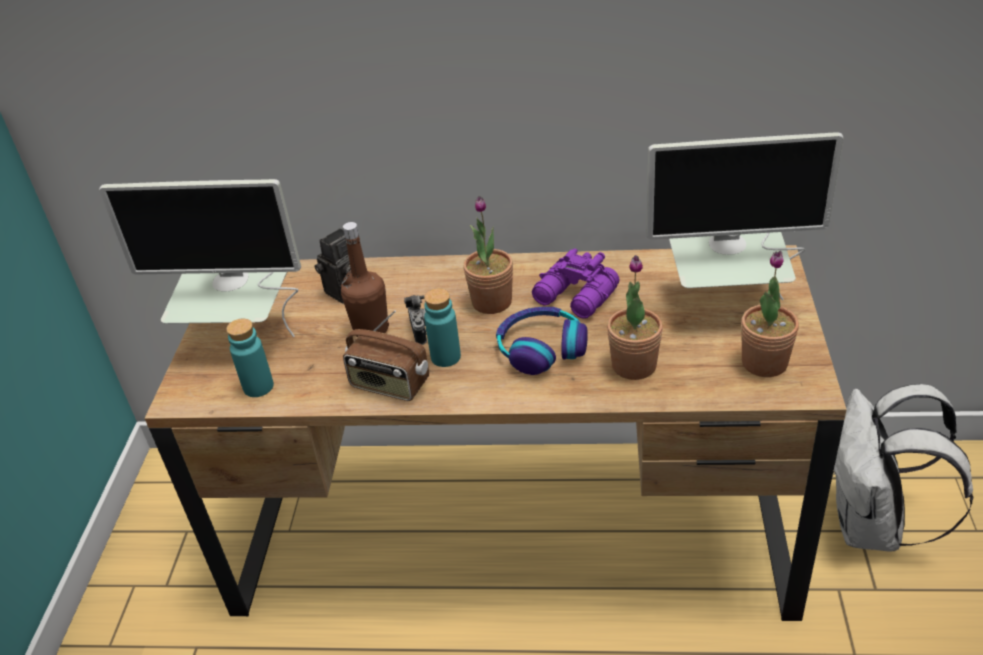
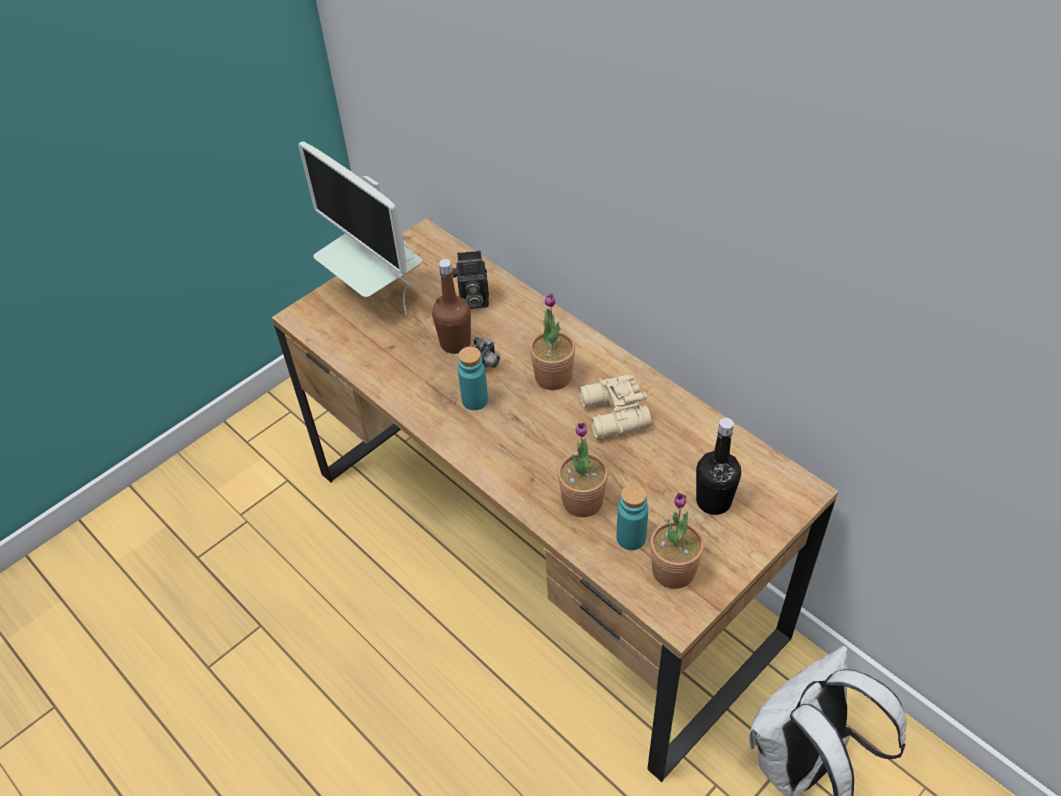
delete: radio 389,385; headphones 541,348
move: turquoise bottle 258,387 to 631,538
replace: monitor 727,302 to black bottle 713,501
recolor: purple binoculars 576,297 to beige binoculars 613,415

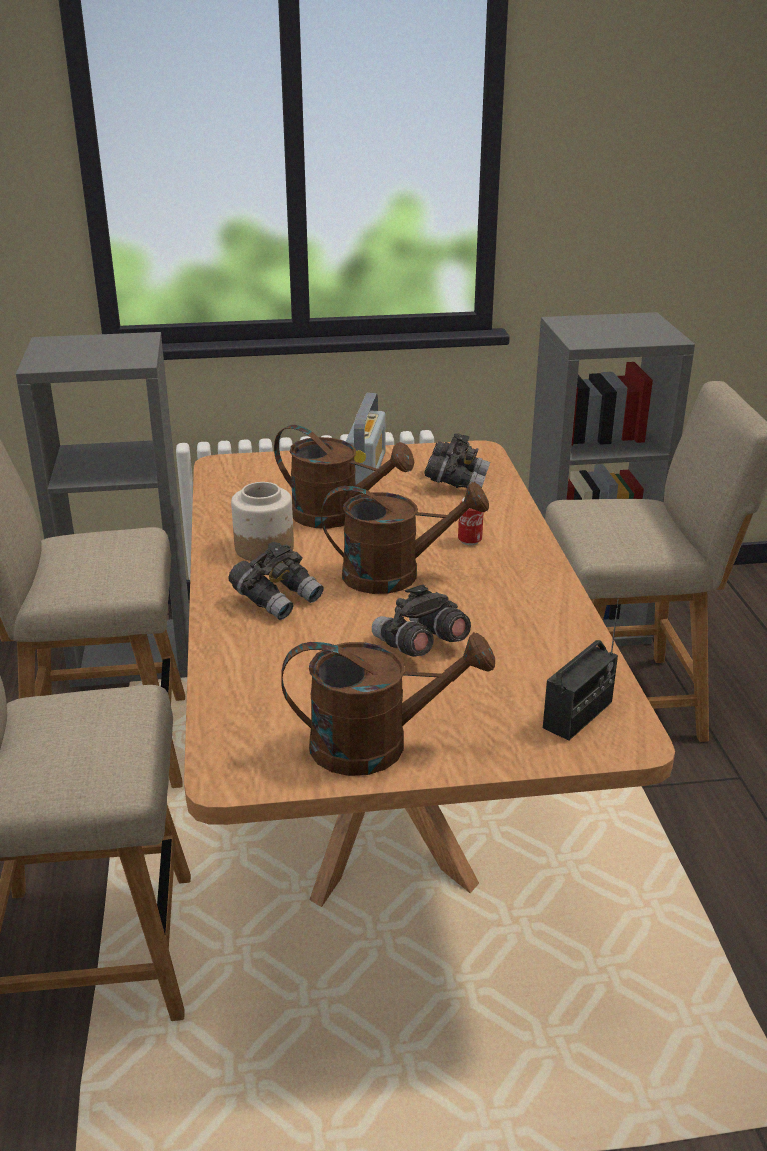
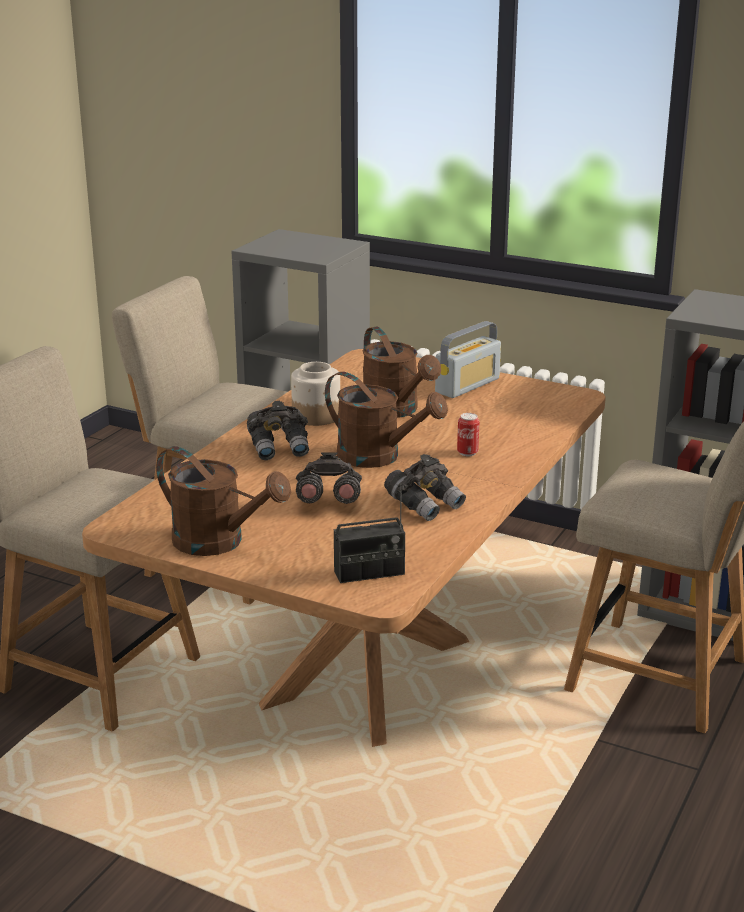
move: grey binoculars 456,482 to 425,505

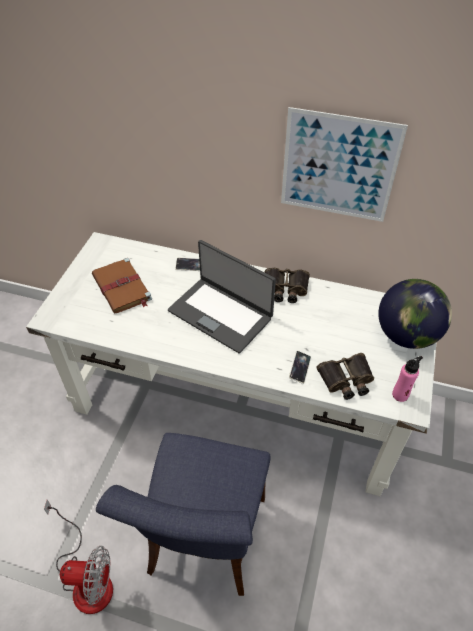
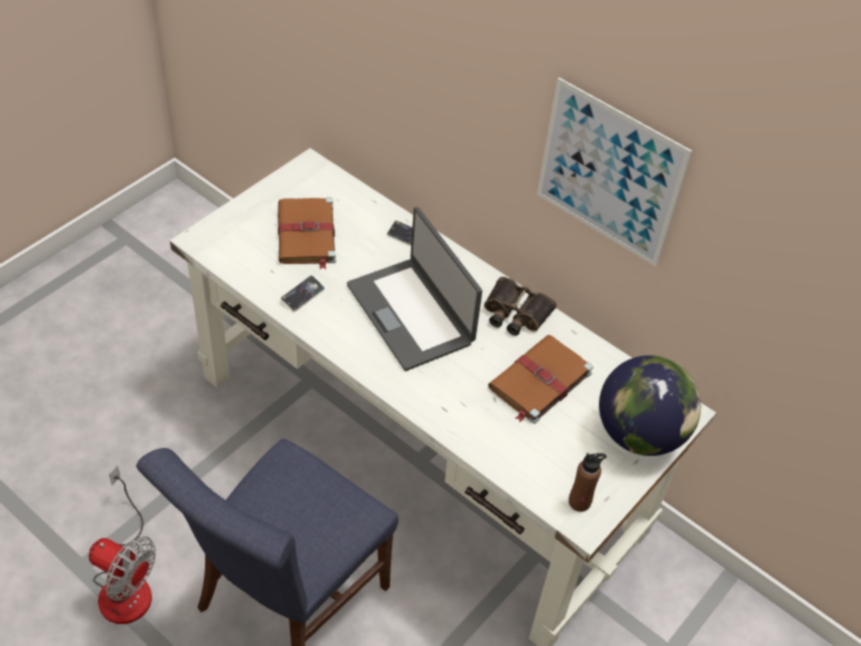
delete: binoculars 346,380
insert: brown book 539,381
move: phone 299,368 to 302,295
recolor: pink bottle 400,395 to brown bottle 579,502

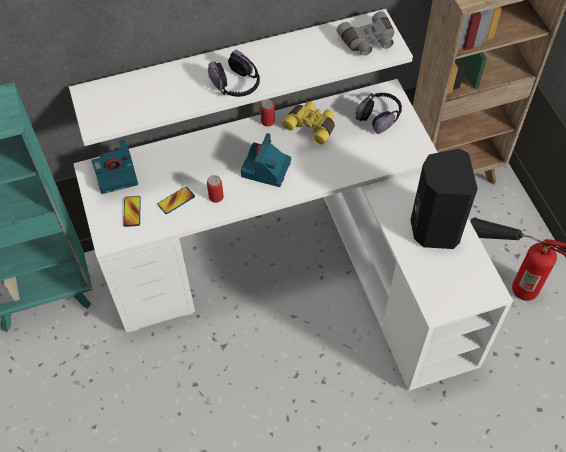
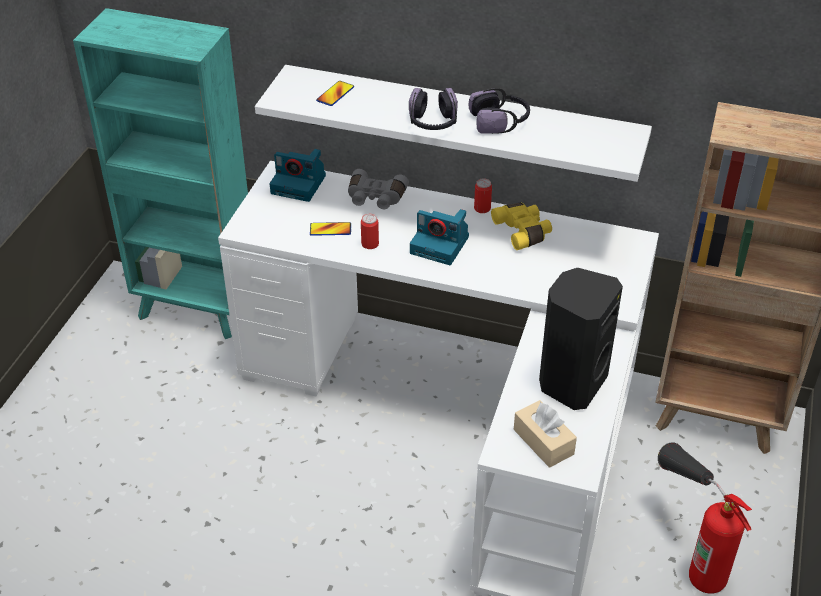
insert: beige tissue box 543,442
move: phone 132,211 to 335,94; grey binoculars 368,42 to 375,198; headphones 380,116 to 500,122
rotate: photo camera 266,169 = 441,245 120 degrees counterclockwise

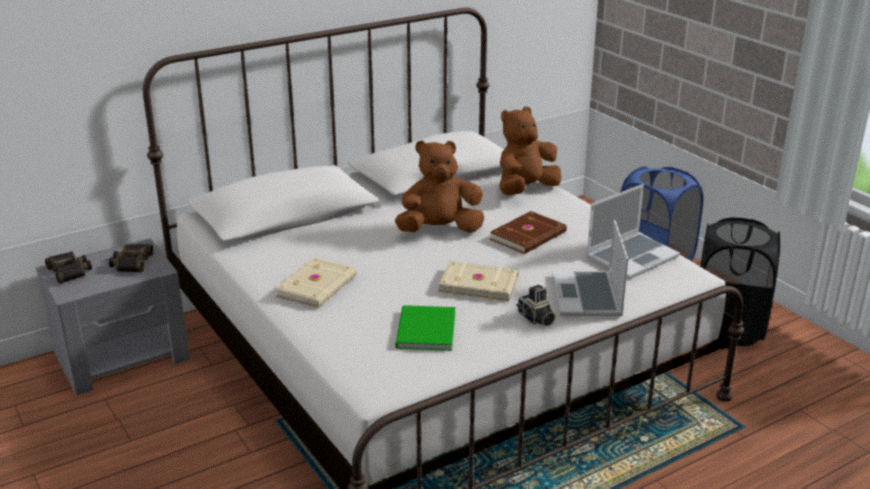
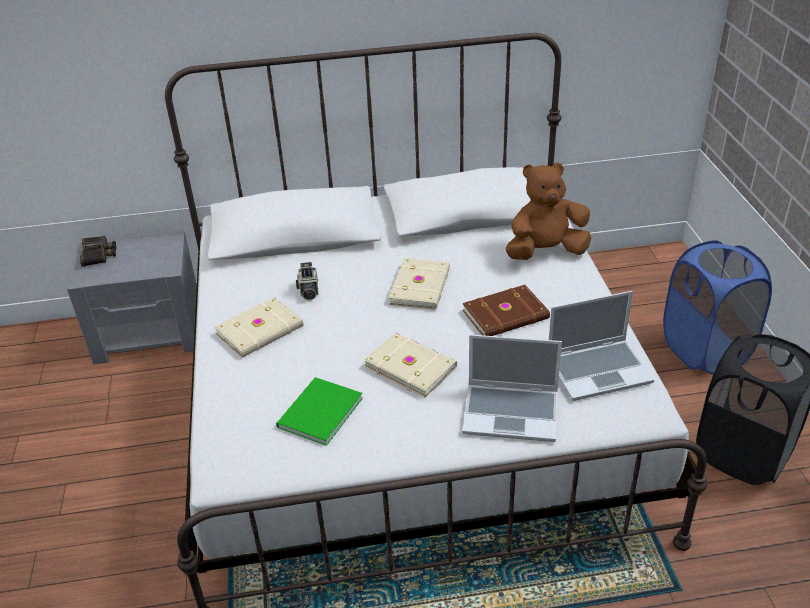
delete: binoculars 131,263
move: photo camera 535,319 to 308,291
replace: brown plush toy 439,230 to beige book 421,286
rotate: laptop 588,296 = 512,413 105 degrees counterclockwise

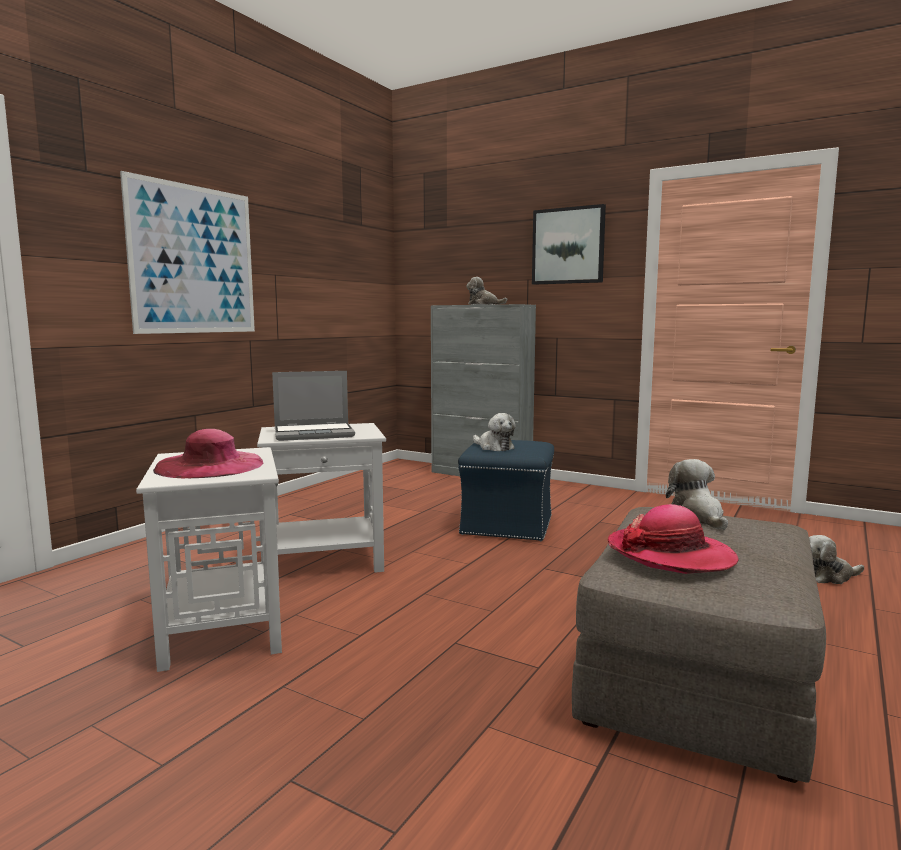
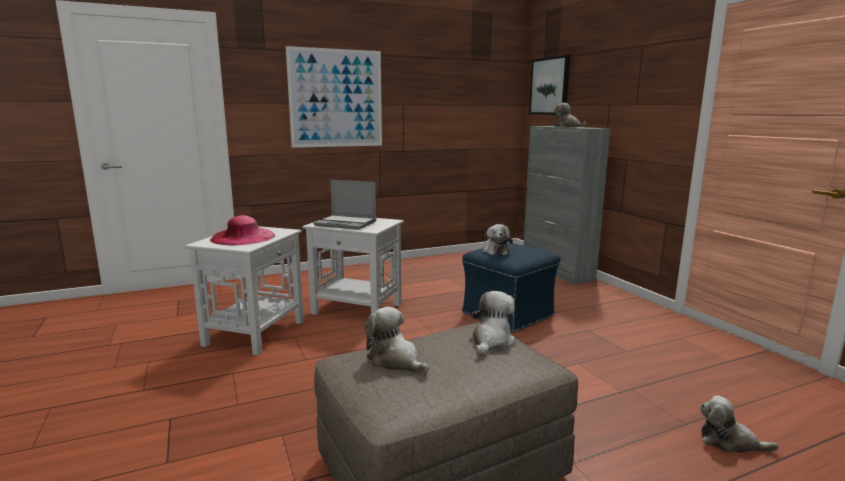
move: picture 568,246 to 550,86
replace: hat 670,554 to plush toy 395,361

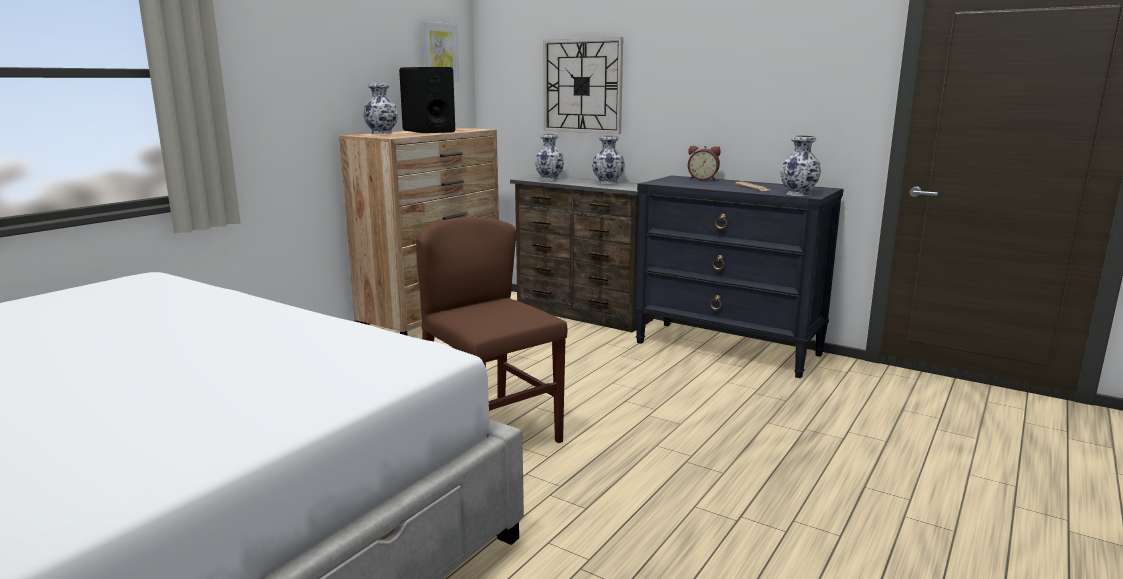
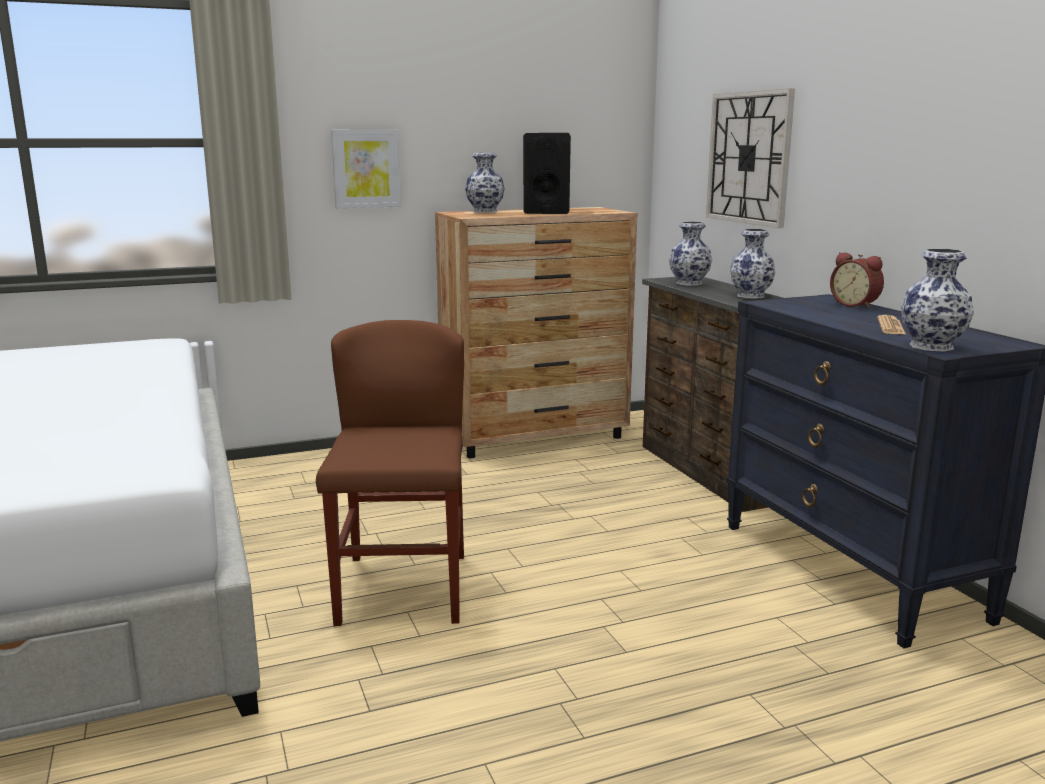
move: picture 439,52 to 366,168

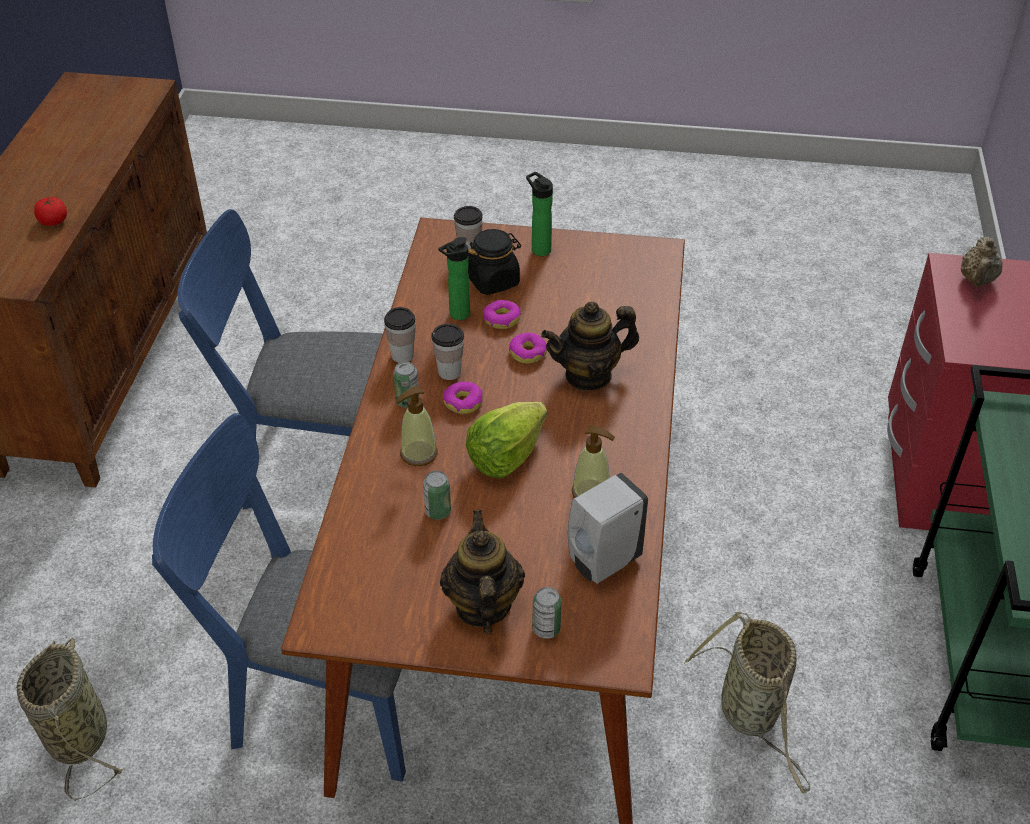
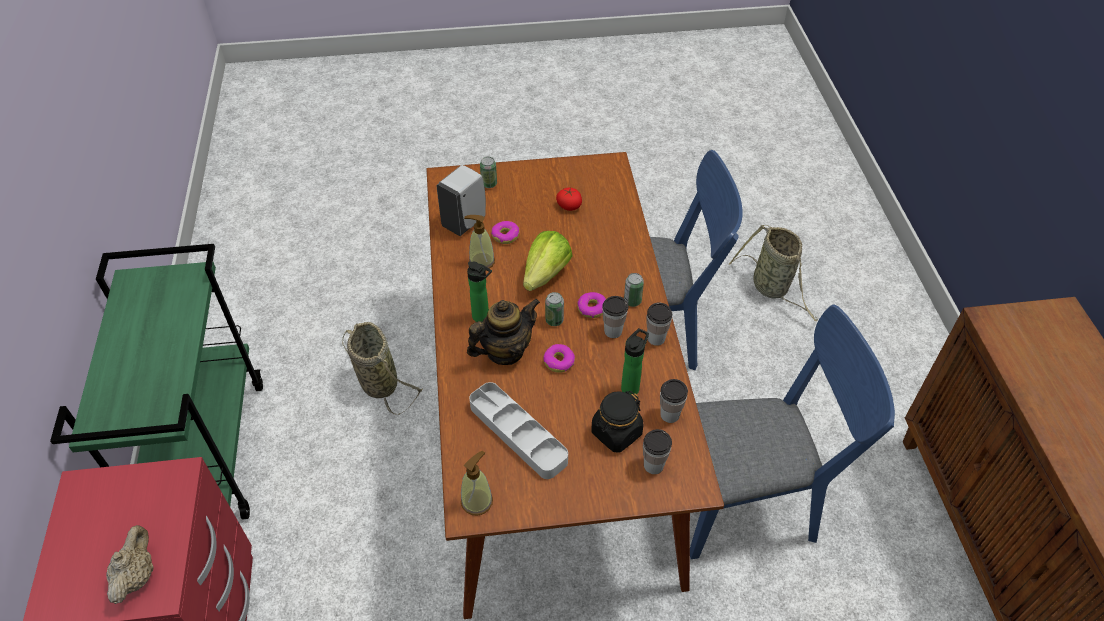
delete: teapot 482,606
insert: grey tray 518,433; cup 669,415
move: soap dispenser 418,454 to 477,501; bottle 539,249 to 483,317; donut 501,319 to 505,235; can 438,511 to 554,320; tomato 53,221 to 569,206

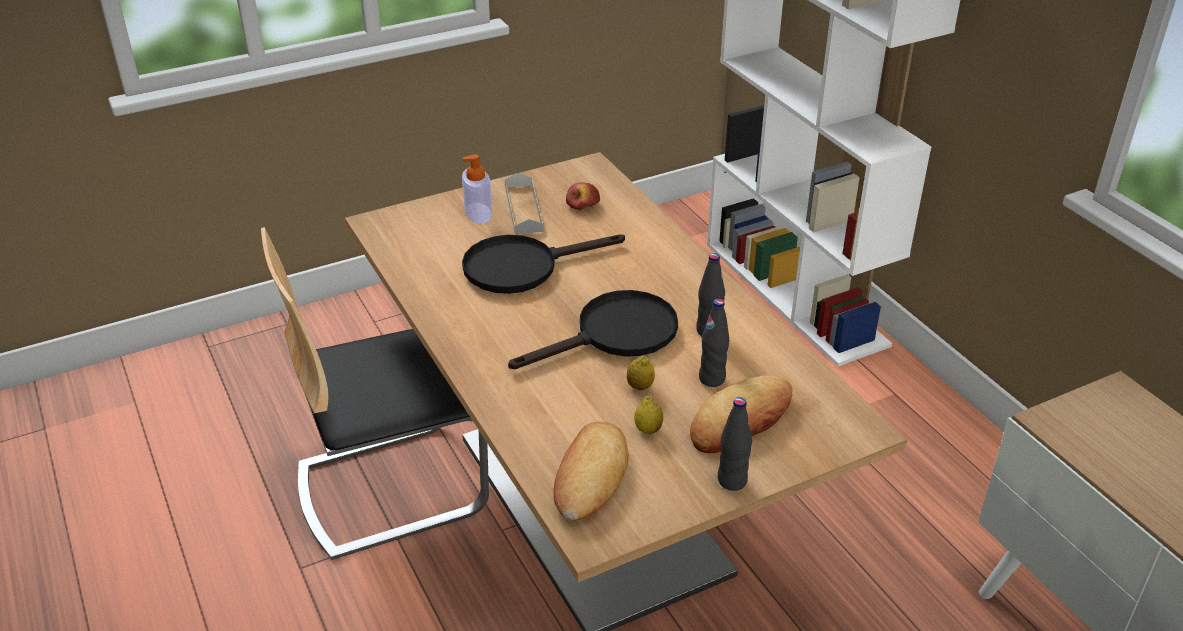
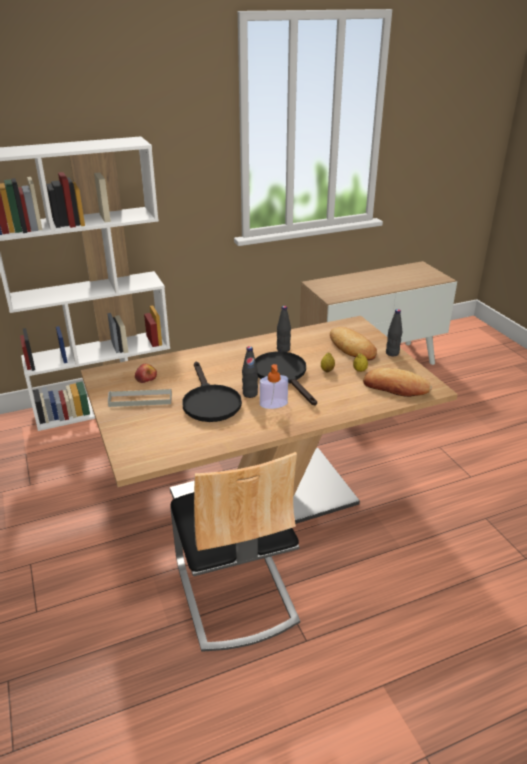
move: black bottle 712,379 to 250,394; soap dispenser 478,213 to 273,403

